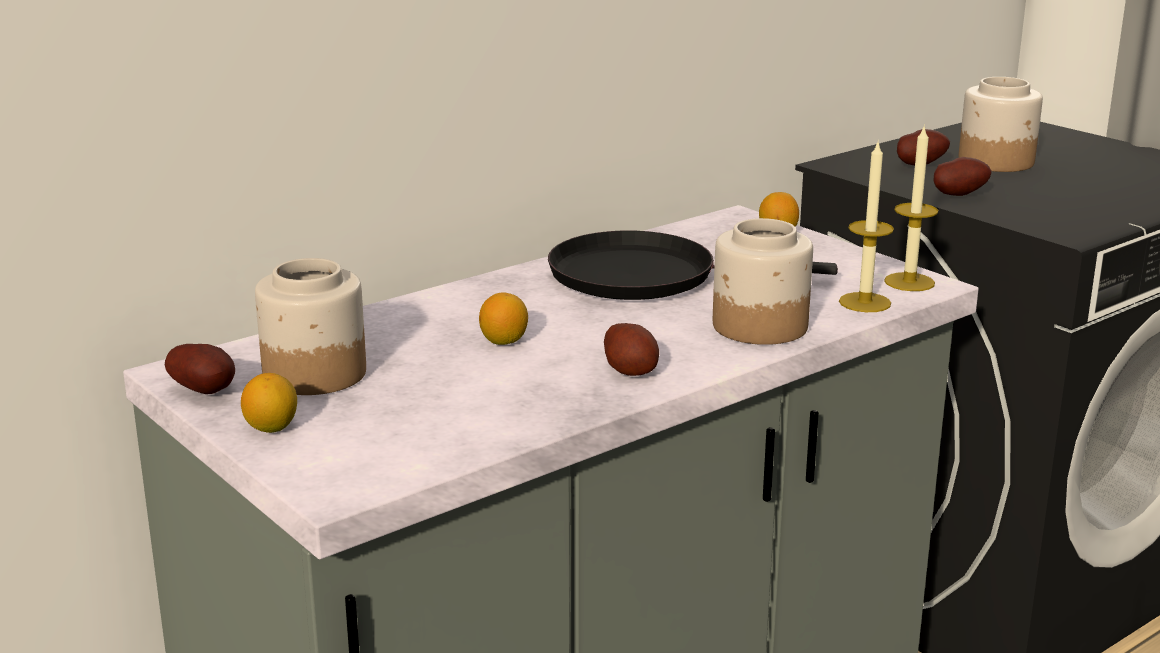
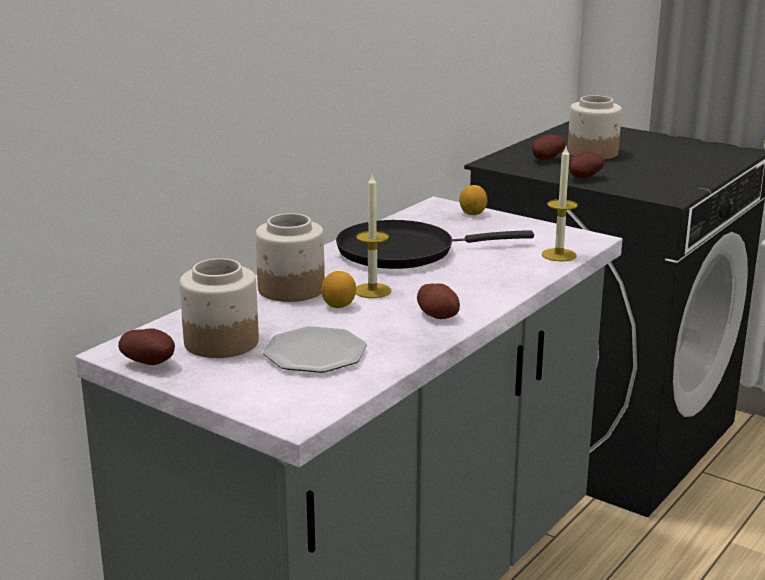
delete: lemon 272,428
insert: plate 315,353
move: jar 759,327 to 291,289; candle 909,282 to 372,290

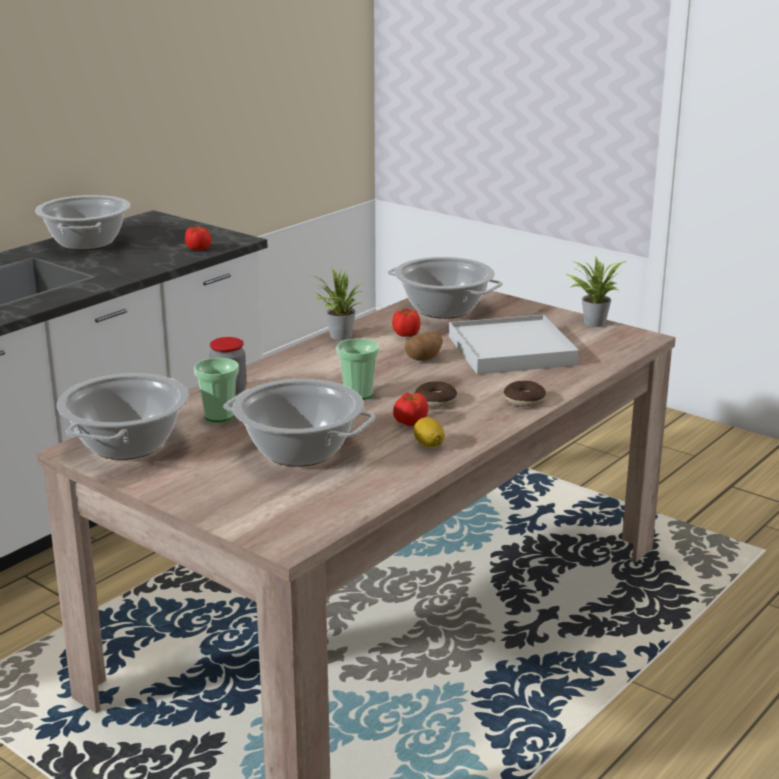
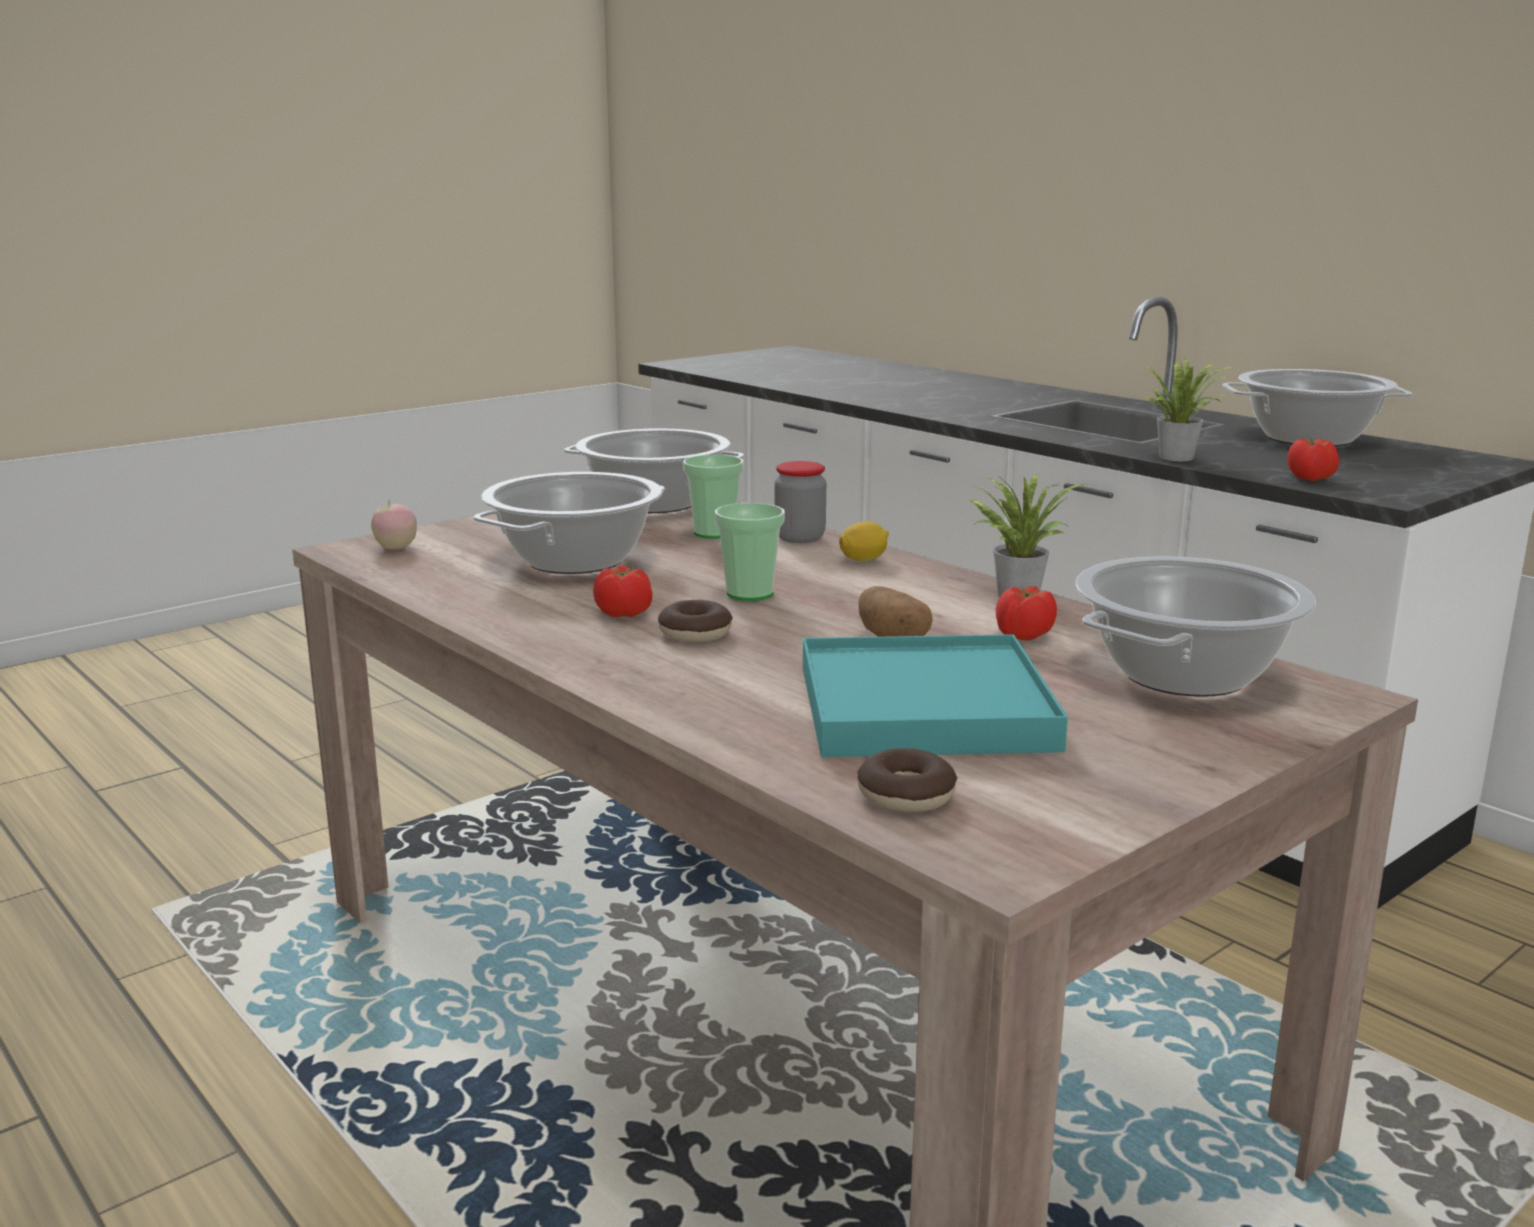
insert: apple 396,548
move: lemon 428,445 to 863,560; donut 524,400 to 906,795; potted plant 592,322 to 1180,457
recolor: white tray 511,350 to turquoise tray 923,708

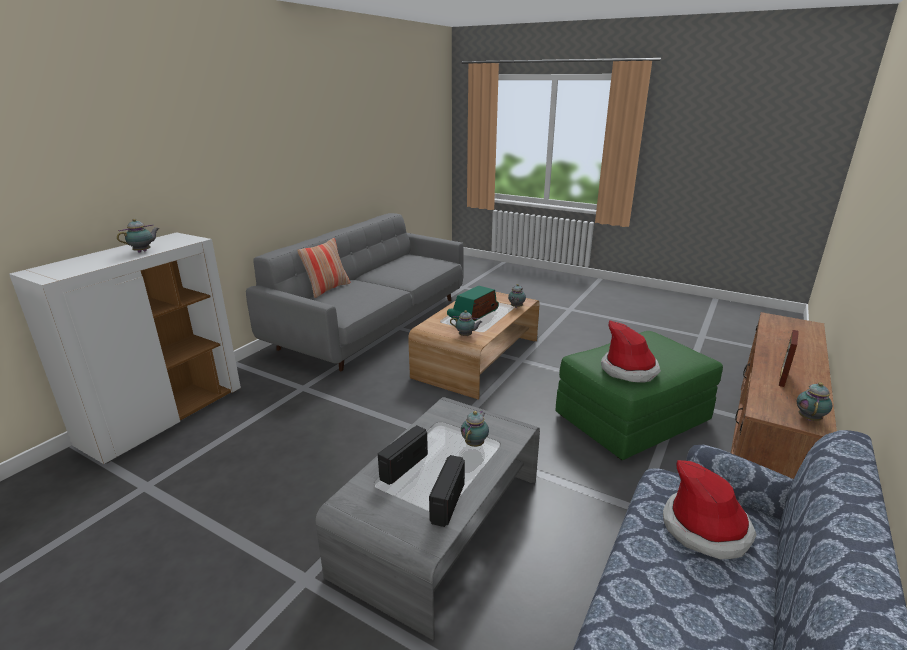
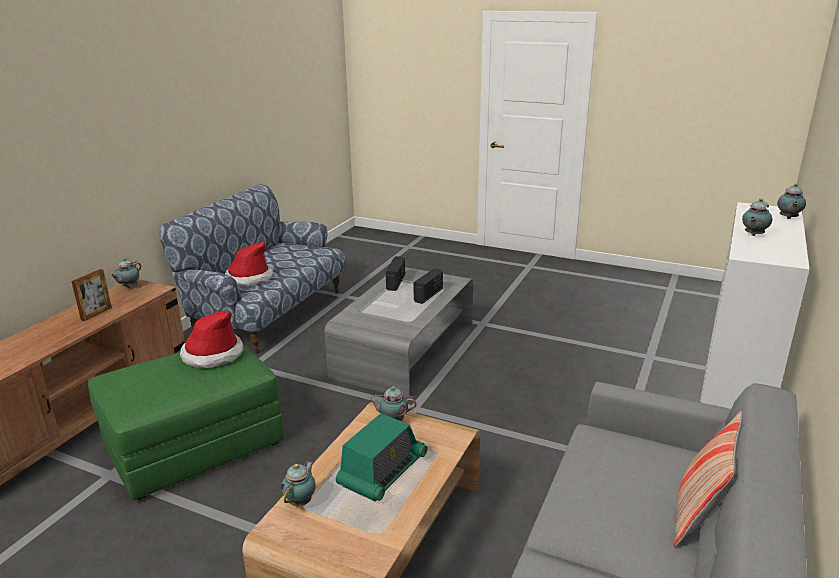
move: teapot 475,443 to 788,218

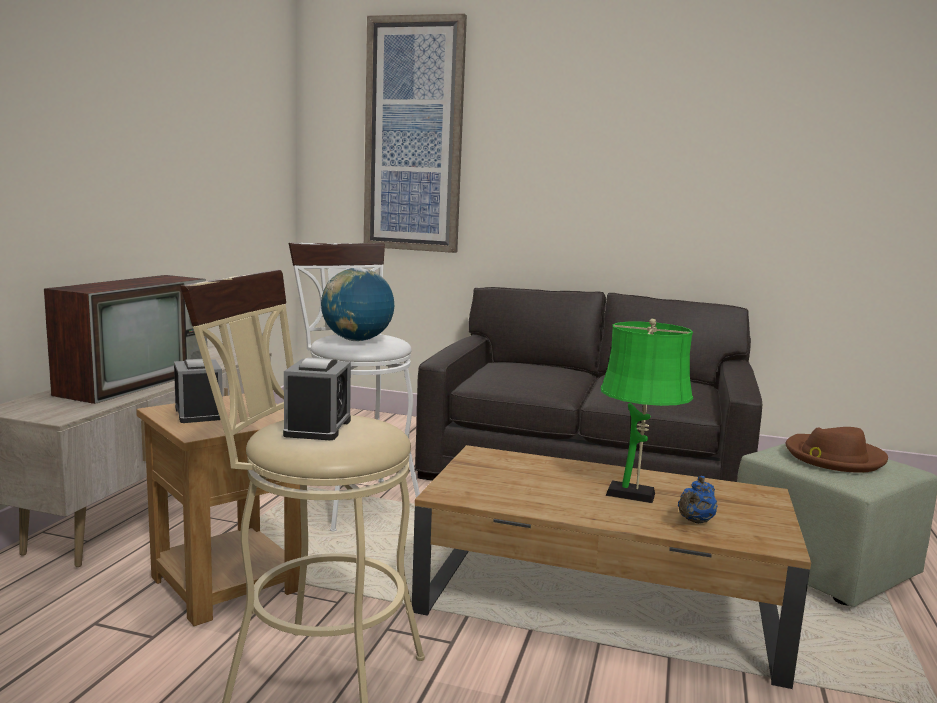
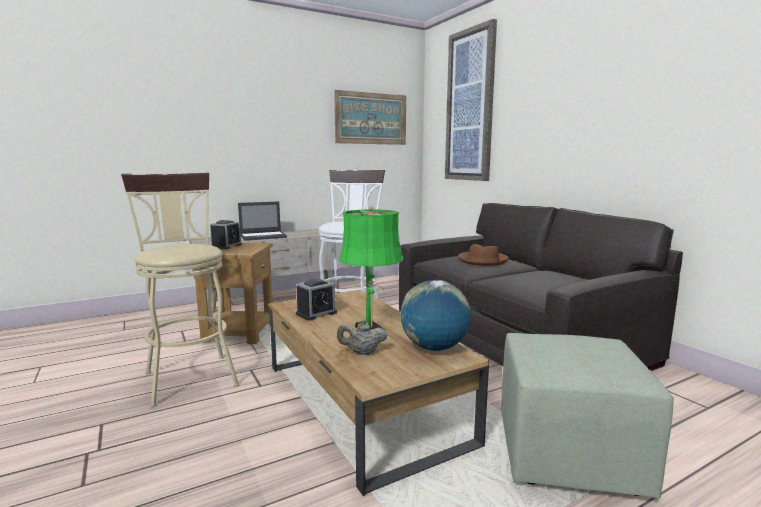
insert: picture 371,118
move: alarm clock 318,427 to 316,313; globe 357,340 to 434,348; brown hat 833,457 to 482,261
replace: television 137,381 to laptop 263,236
recolor: blue teapot 695,521 to beige teapot 362,352

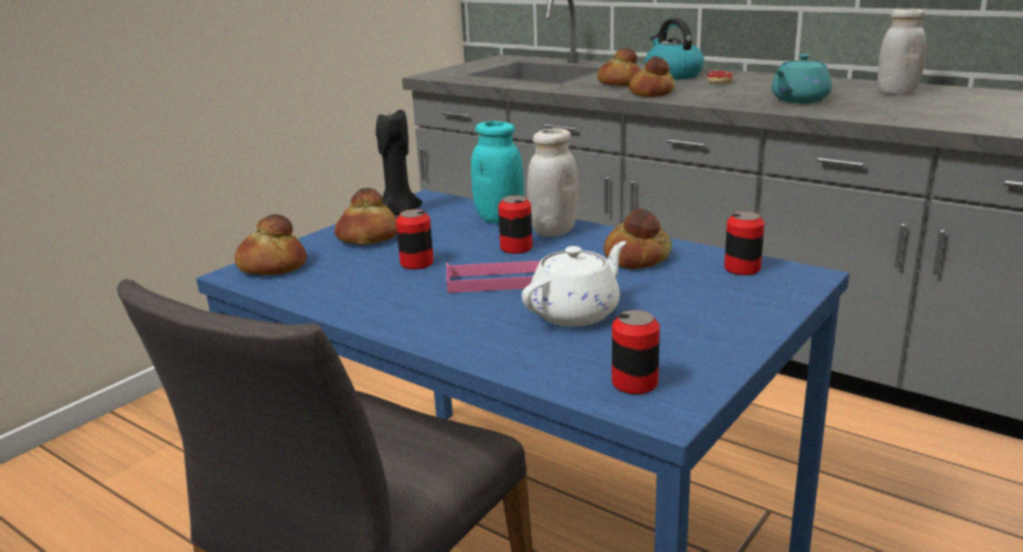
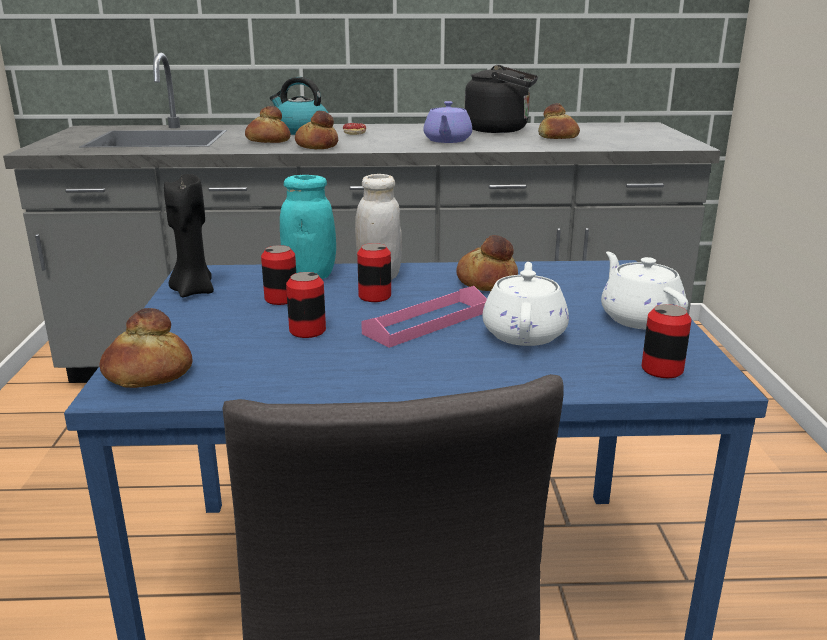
insert: white teapot 639,318
move: can 742,268 to 281,299; bread 368,238 to 557,138
replace: white jar 897,93 to black kettle 501,130
recolor: turquoise teapot 799,100 to purple teapot 447,141

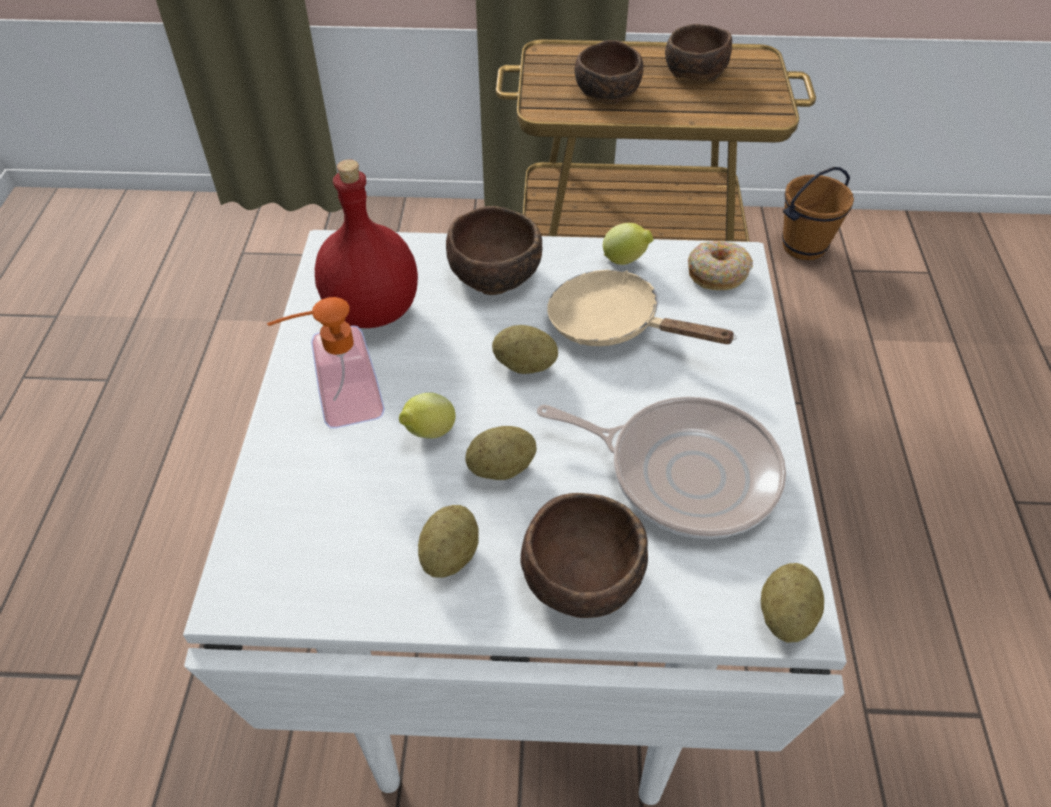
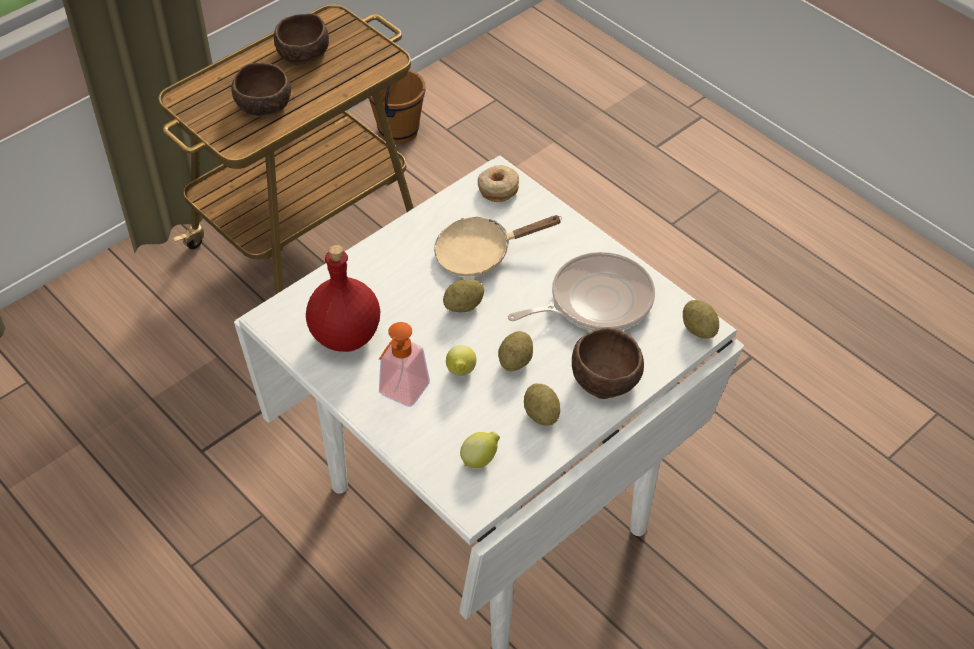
delete: brown bowl 497,273
move: lemon 625,261 to 480,459

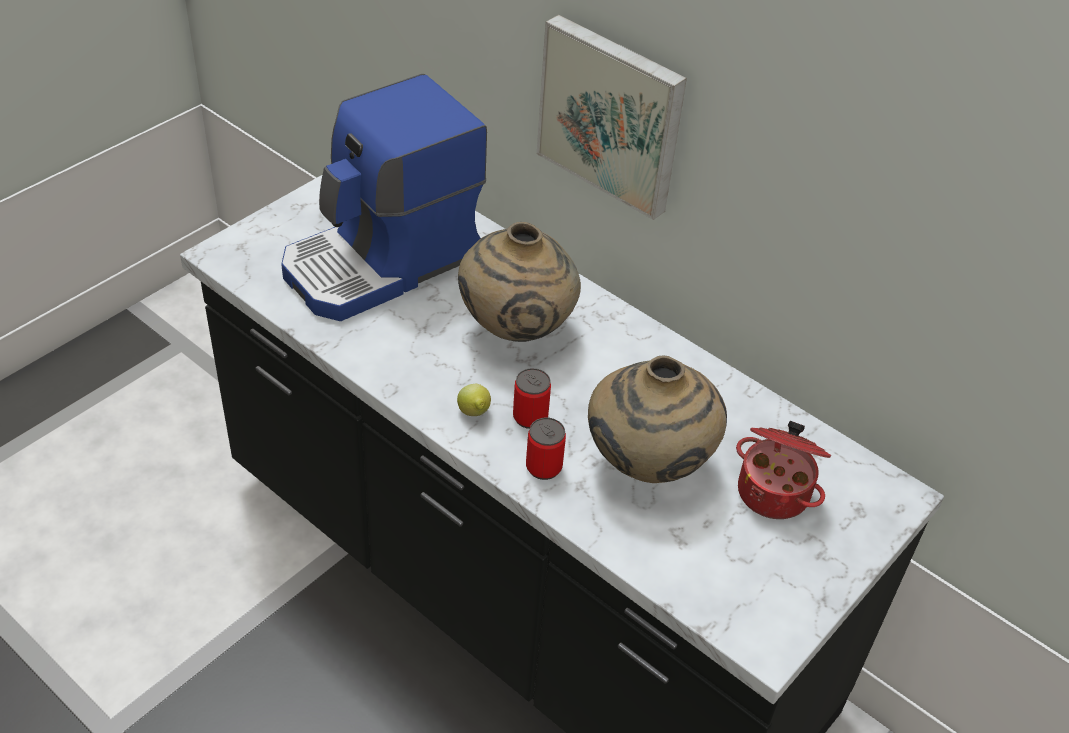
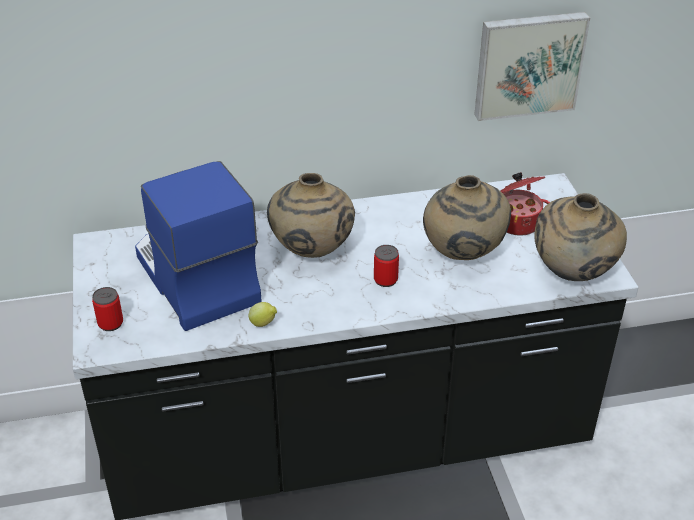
insert: beige vase 572,274
move: can 543,467 to 110,323; lemon 474,414 to 263,324; picture 612,114 to 528,64
rotate: coffee machine 383,264 = 194,279 150 degrees clockwise

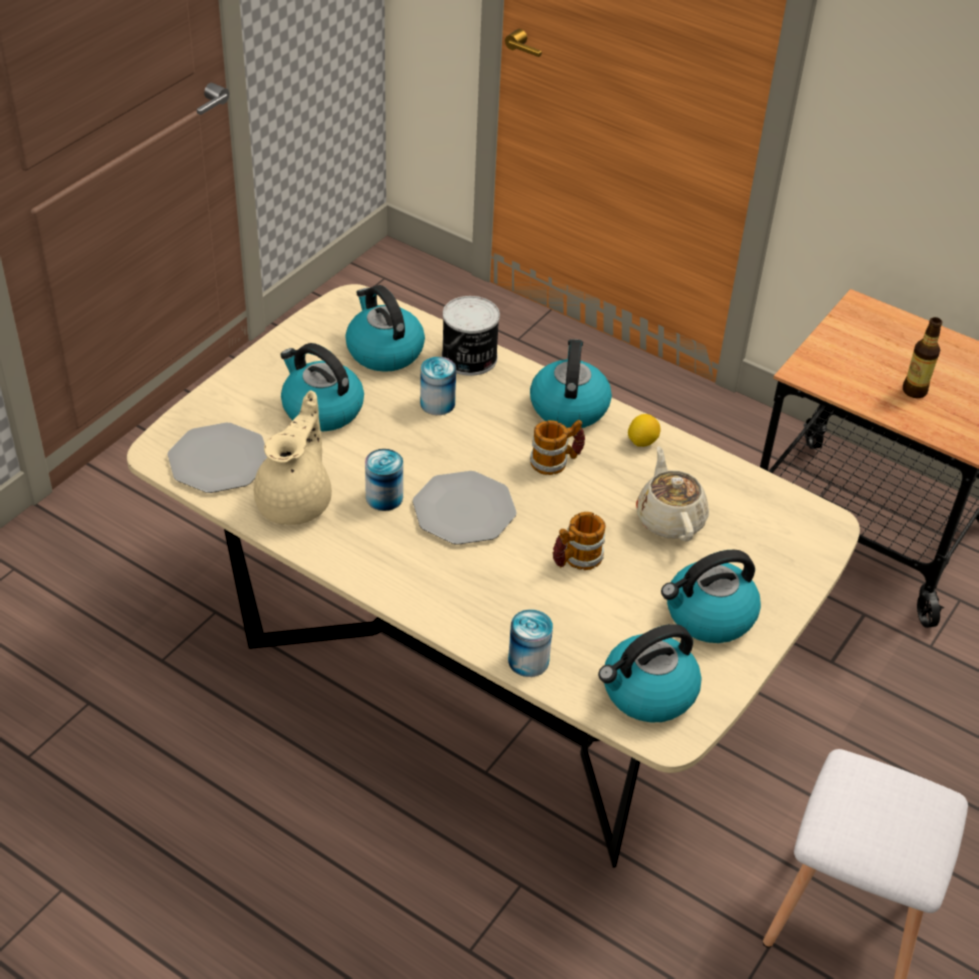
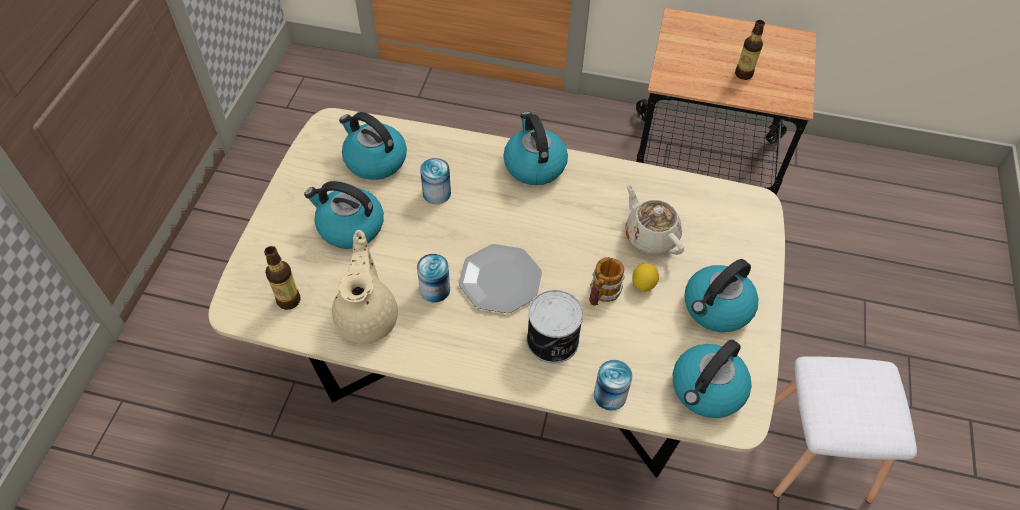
delete: mug 556,461
move: can 469,358 to 553,341; lemon 642,442 to 643,284
replace: plate 219,460 to bottle 288,300

